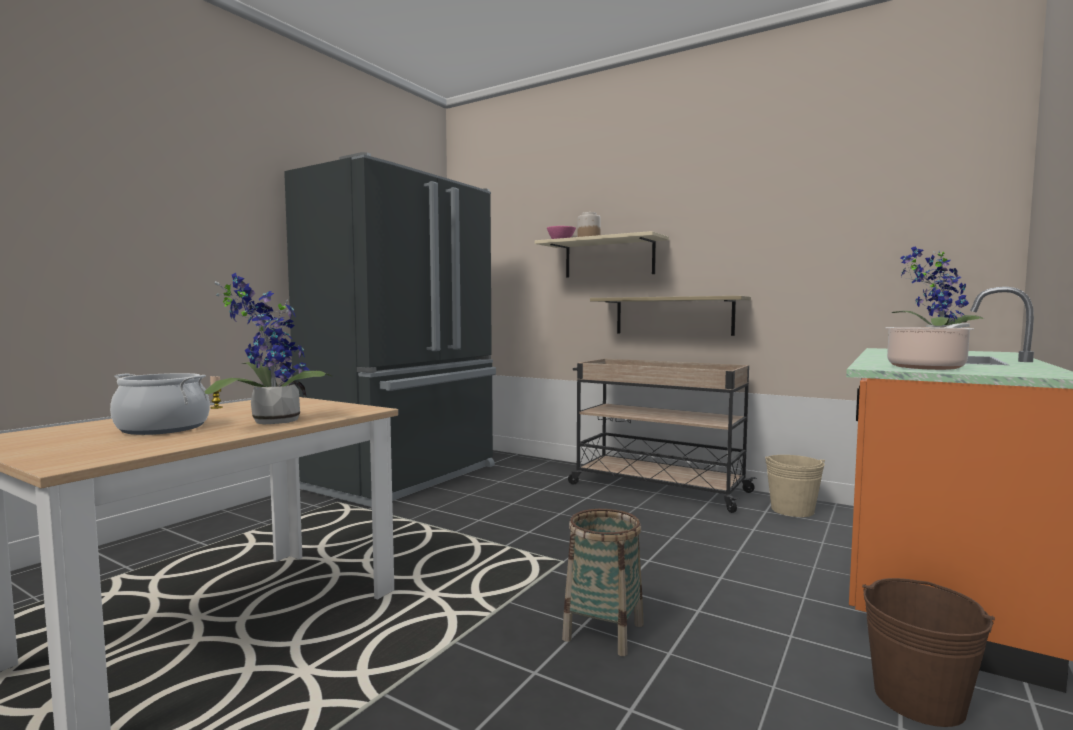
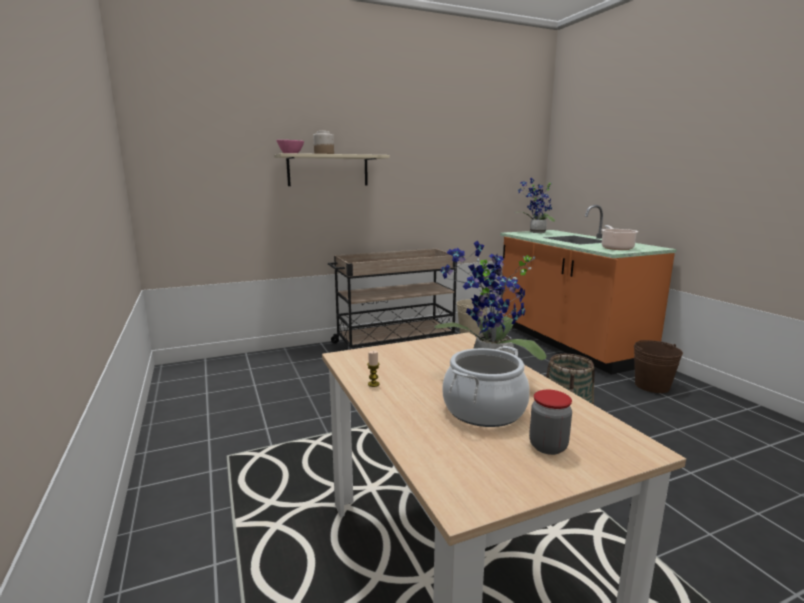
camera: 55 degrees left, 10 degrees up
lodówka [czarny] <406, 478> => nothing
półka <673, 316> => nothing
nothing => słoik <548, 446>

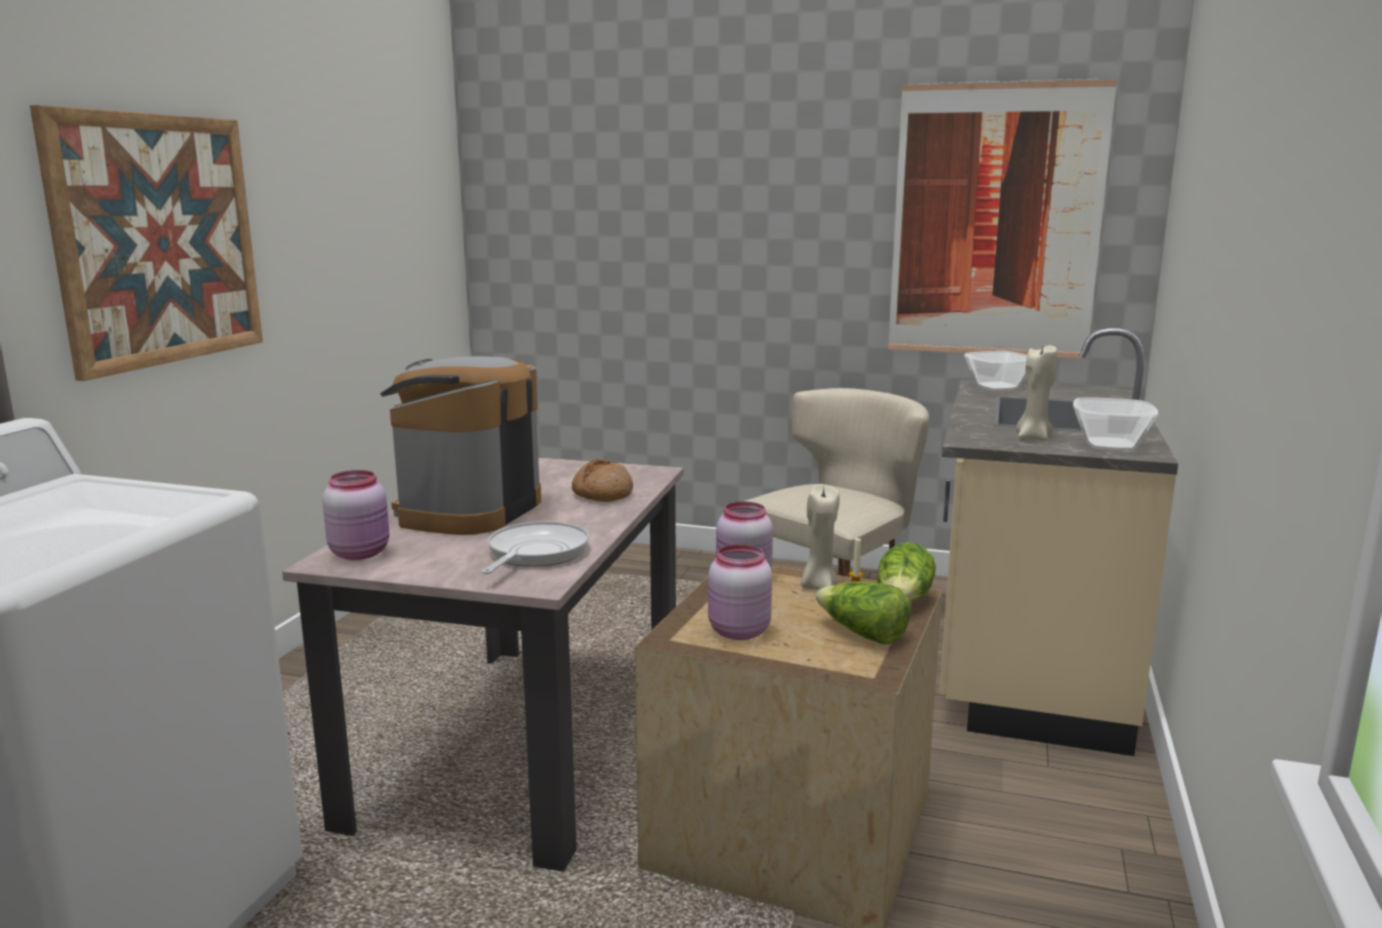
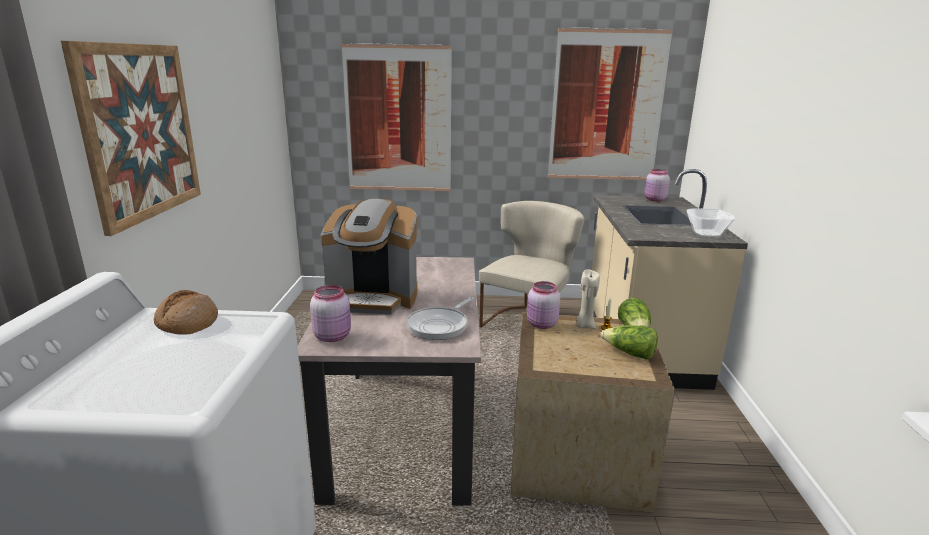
camera: 15 degrees left, 5 degrees up
świeca [beżowy] <1033, 437> => nothing
miska <996, 387> => nothing
ekspres do kawy <467, 510> => ekspres do kawy <373, 298>, 90 degrees counterclockwise
chleb <602, 494> => chleb <187, 323>, shifted
patelnia <534, 553> => patelnia <440, 326>, 150 degrees counterclockwise
słoik [różowy] <737, 631> => słoik [różowy] <654, 199>, shifted
nothing => obraz <398, 119>

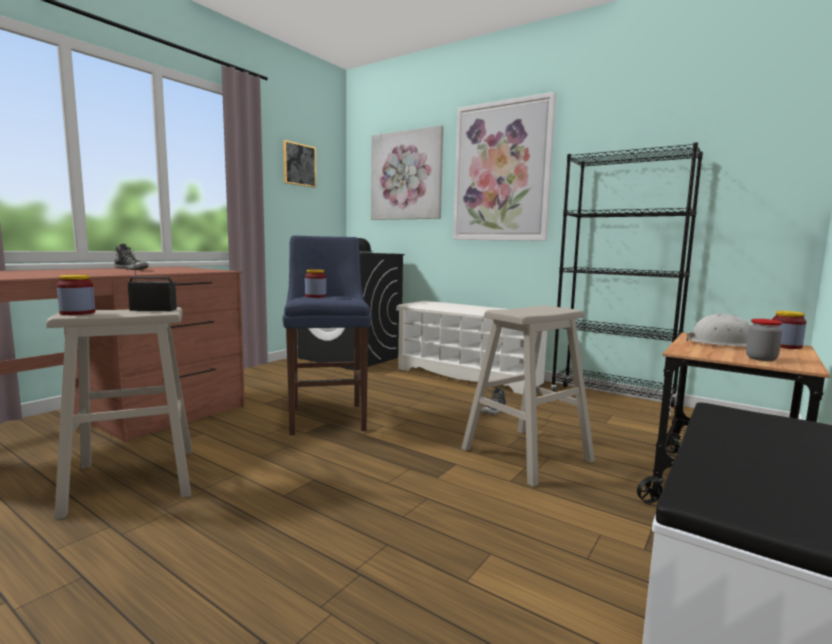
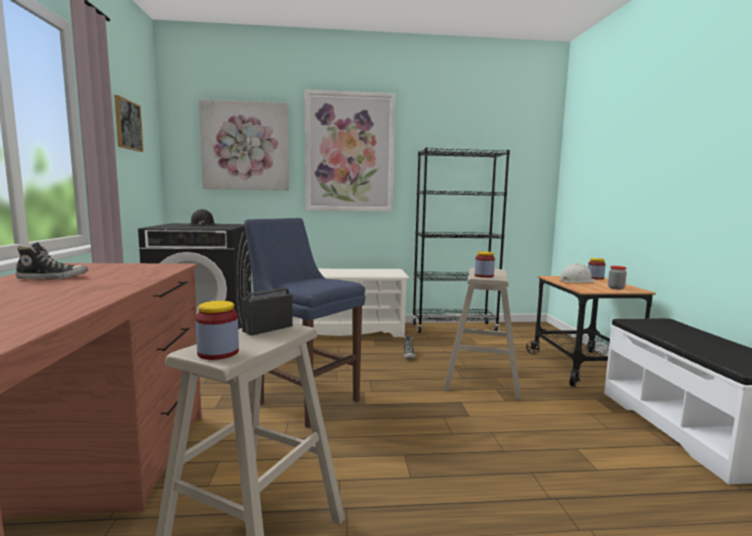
camera: 40 degrees left, 0 degrees up
słoik <315, 296> => słoik <484, 276>, shifted

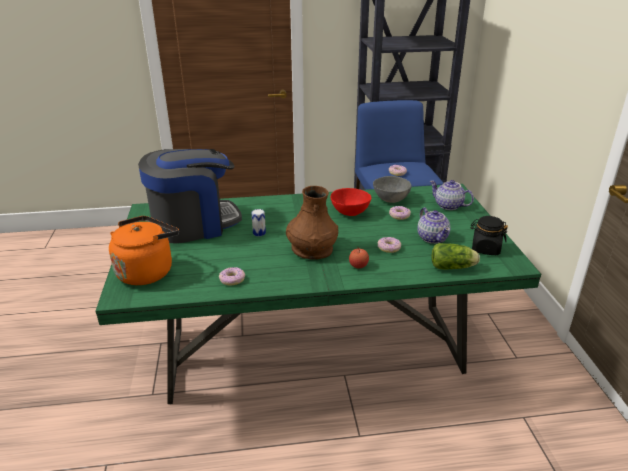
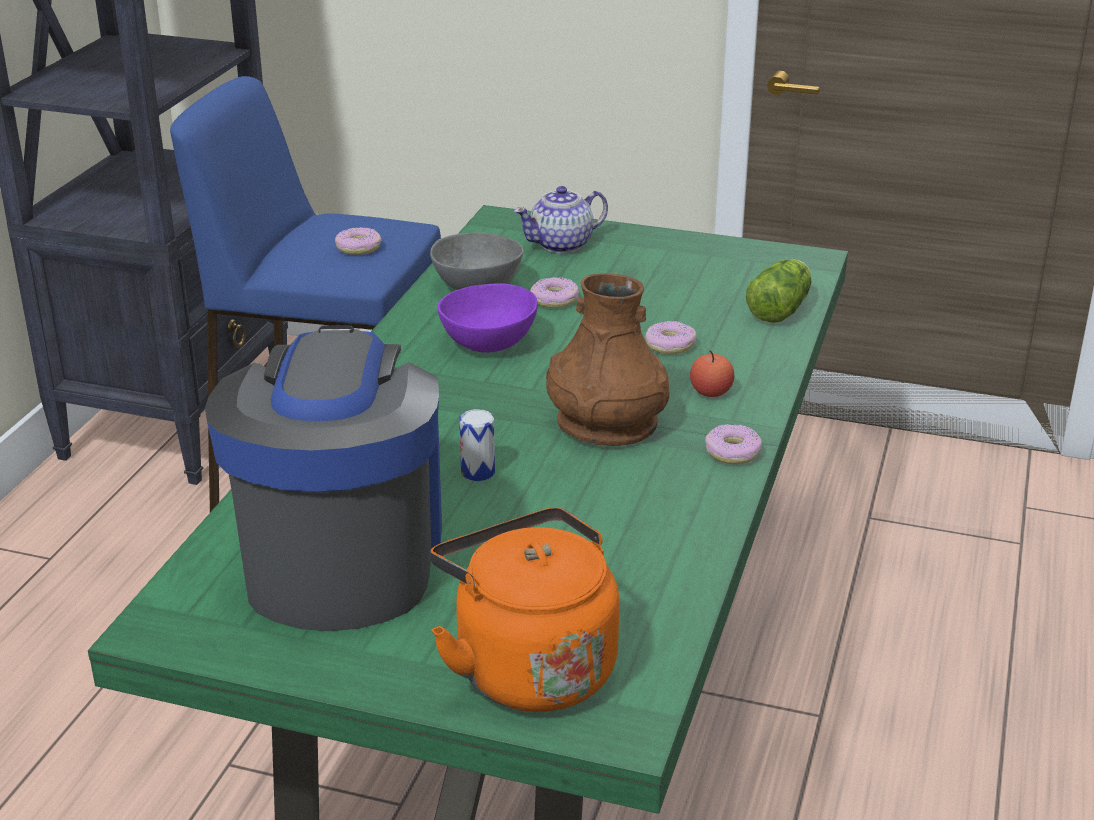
camera: 65 degrees left, 0 degrees up
miska [czerwony] <350, 213> => miska [fioletowy] <491, 345>
imbryk <432, 238> => nothing
słoik [czarny] <485, 249> => nothing
donut <232, 279> => donut <732, 452>, shifted

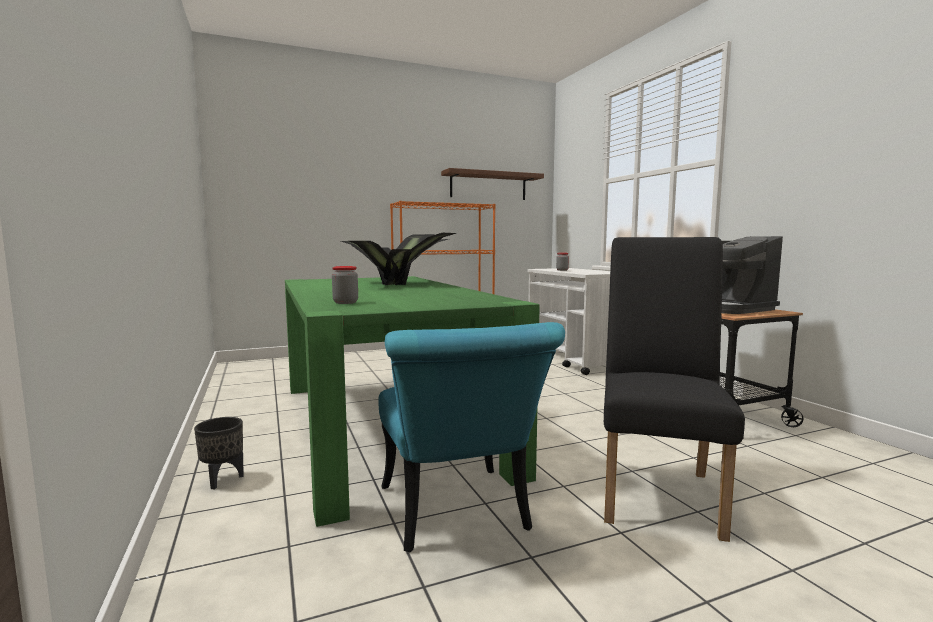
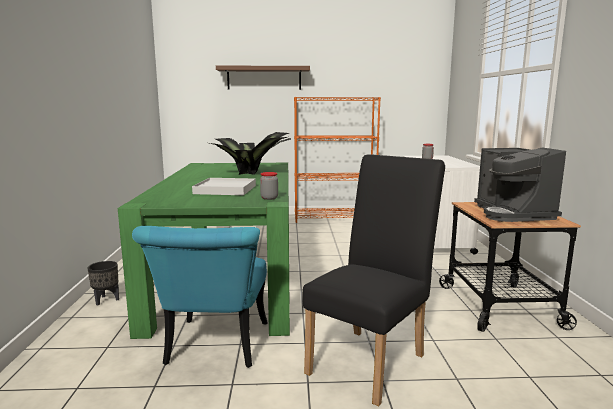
camera: 20 degrees right, 5 degrees up
półka [brązowy] <488, 186> => półka [brązowy] <264, 78>, shifted
słoik <345, 302> => słoik <269, 198>, shifted
nothing => taca [biały] <225, 189>

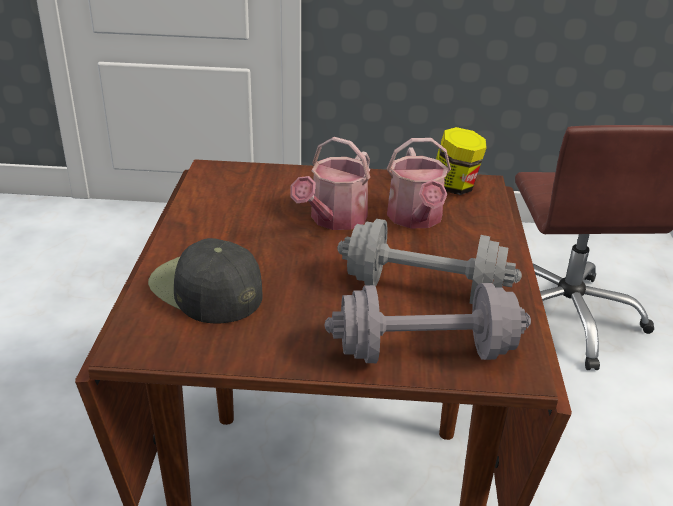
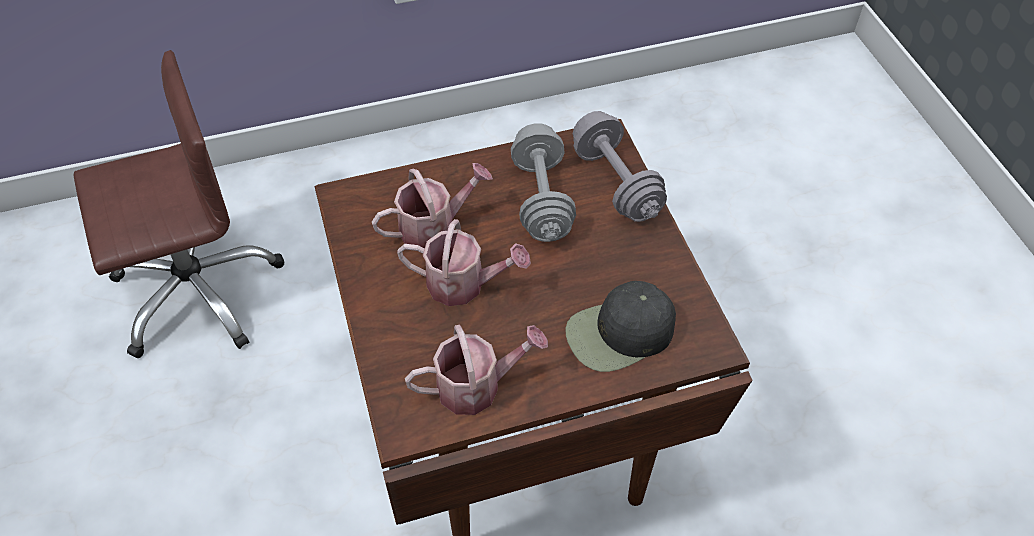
camera: 110 degrees left, 20 degrees up
słoik <455, 187> => nothing
czapka z daszkiem [czarny] <205, 289> => czapka z daszkiem [czarny] <619, 334>, 45 degrees clockwise
nothing => konewka <477, 386>

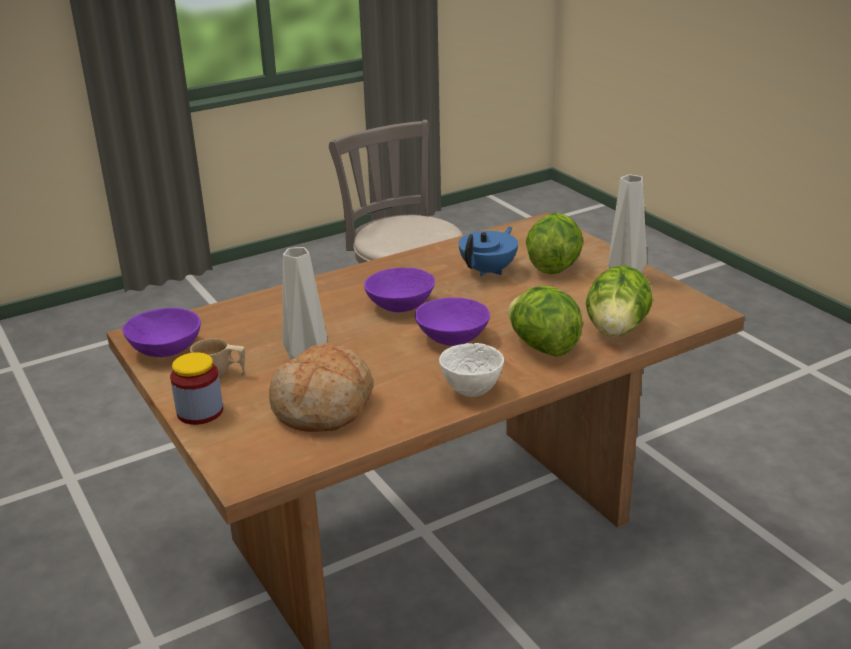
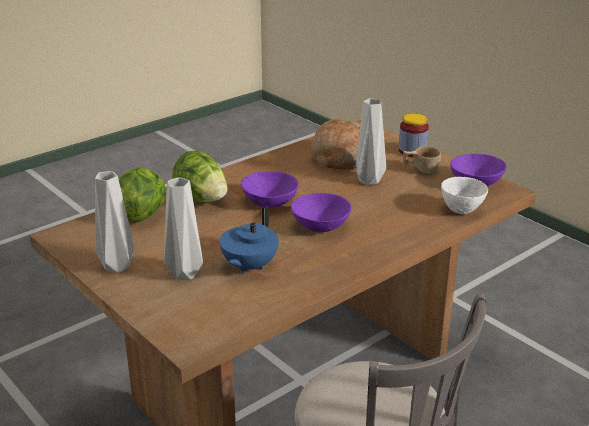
camera: 170 degrees right, 0 degrees up
sałata <553, 266> => wazon [szary] <184, 275>
miska [biały] <471, 391> => miska [biały] <461, 210>, shifted

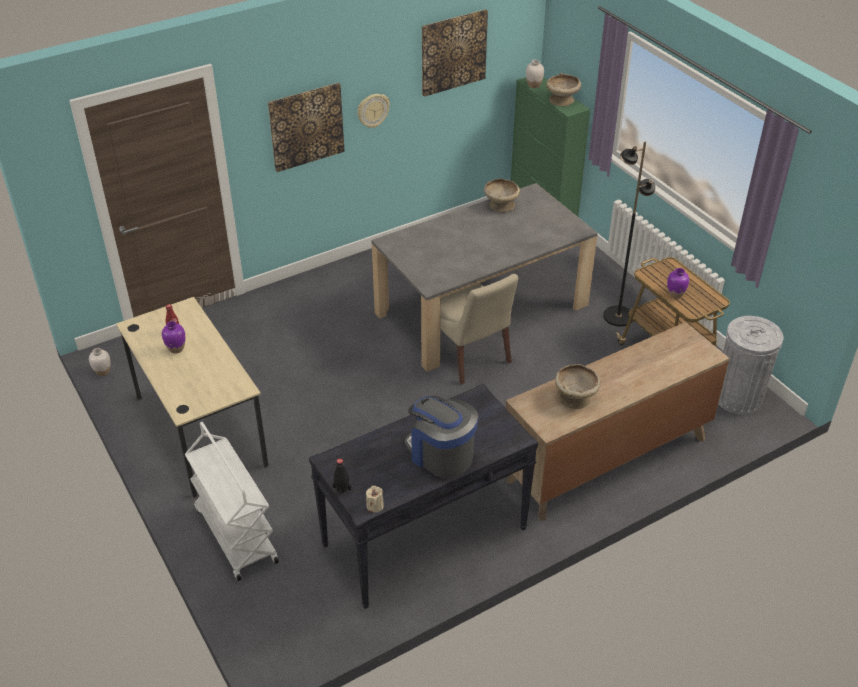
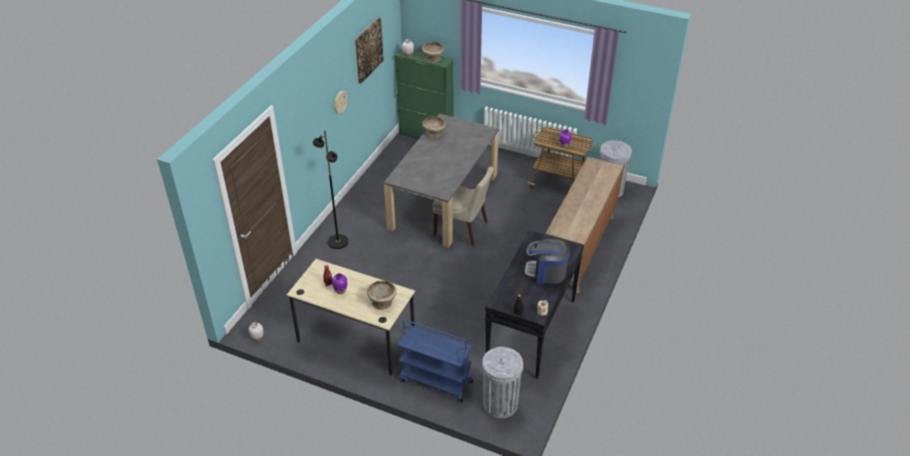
camera: 35 degrees left, 0 degrees up
obraz <306, 126> => nothing
lampa stojąca [czarny] <617, 316> => lampa stojąca [czarny] <337, 242>, shifted
miska [beżowy] <575, 397> => miska [beżowy] <382, 301>, shifted
wózek [biały] <235, 535> => wózek [niebieski] <435, 381>
nothing => kosz na śmieci [szary] <500, 404>

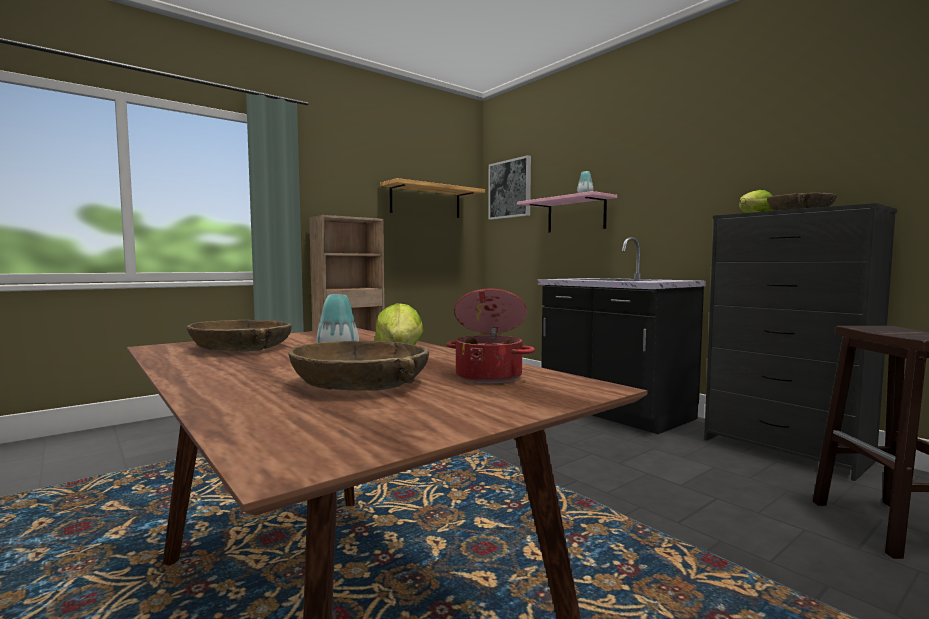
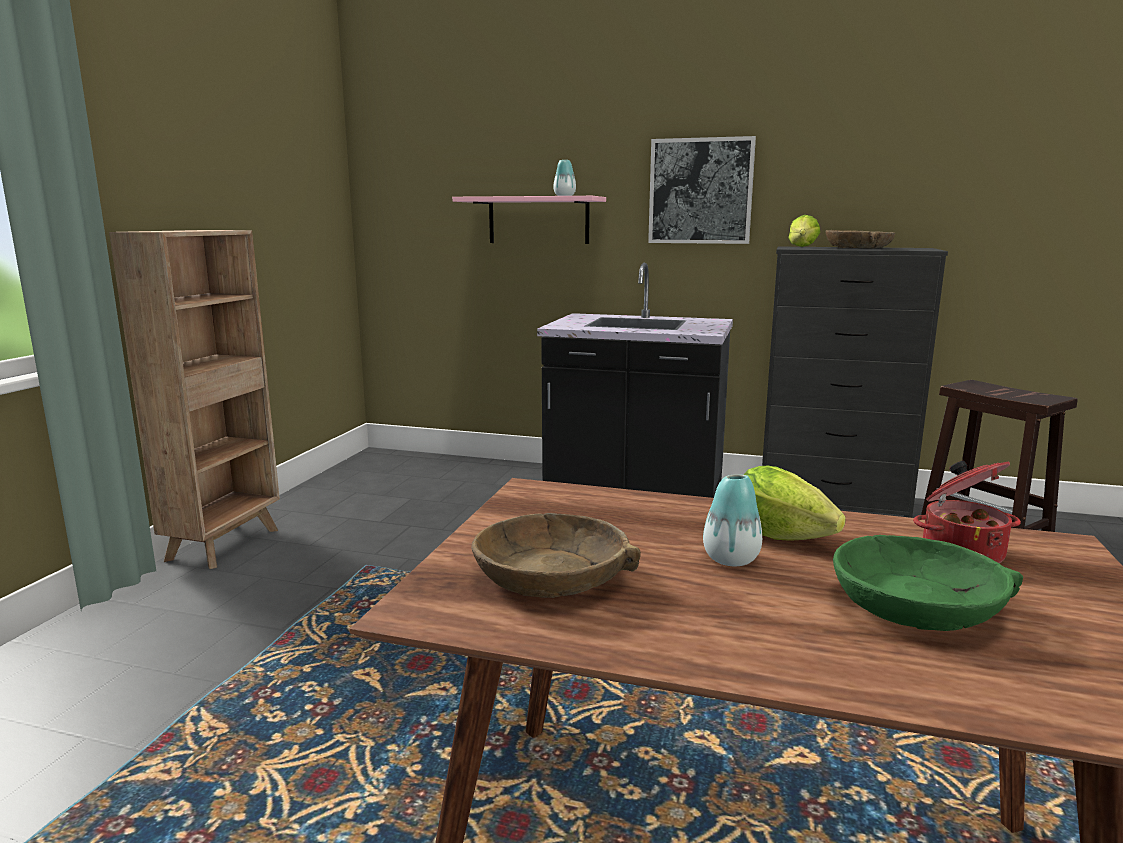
camera: 35 degrees left, 10 degrees up
obraz <510, 189> => obraz <700, 191>, shifted
półka <425, 201> => nothing
miska [brązowy] <362, 383> => miska [zielony] <916, 604>

